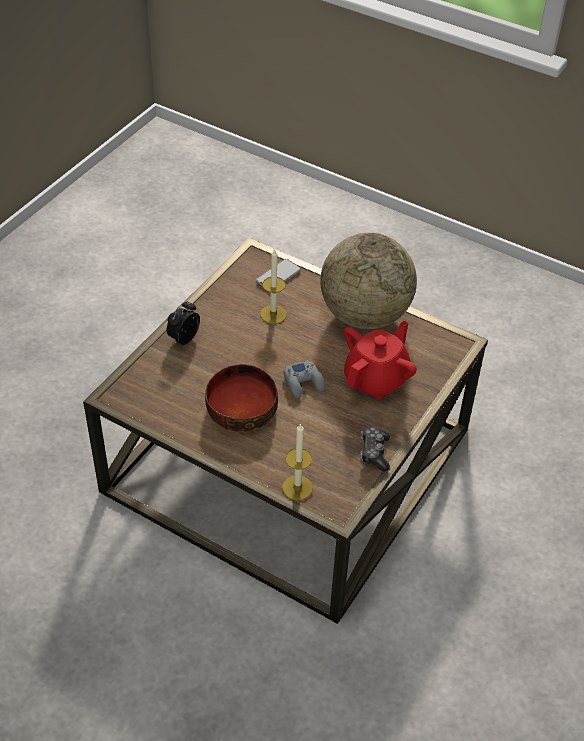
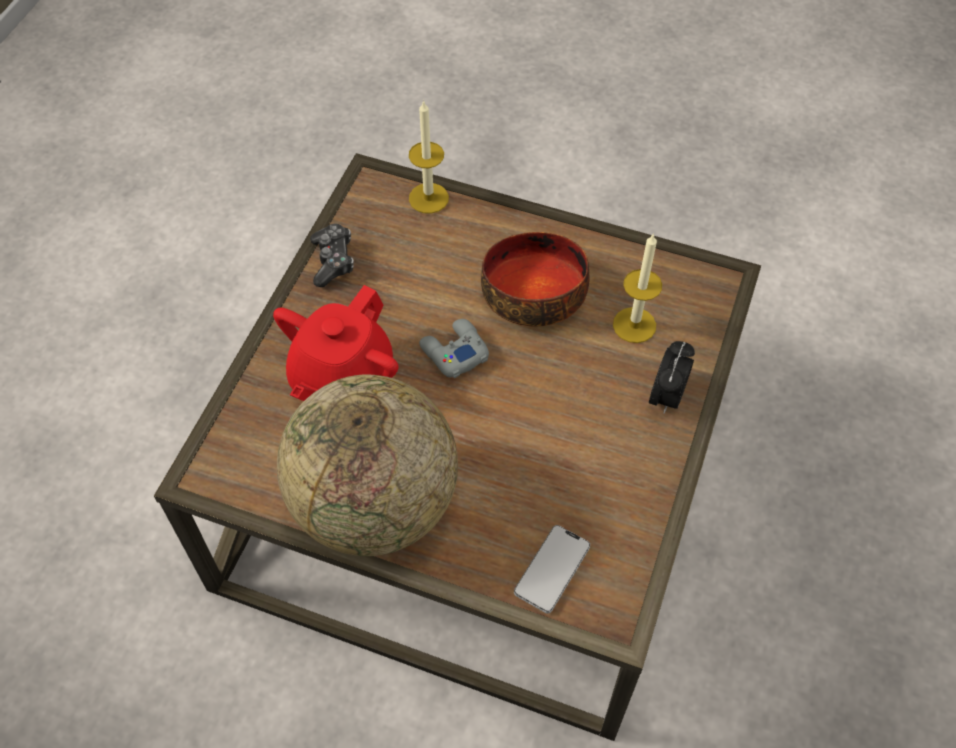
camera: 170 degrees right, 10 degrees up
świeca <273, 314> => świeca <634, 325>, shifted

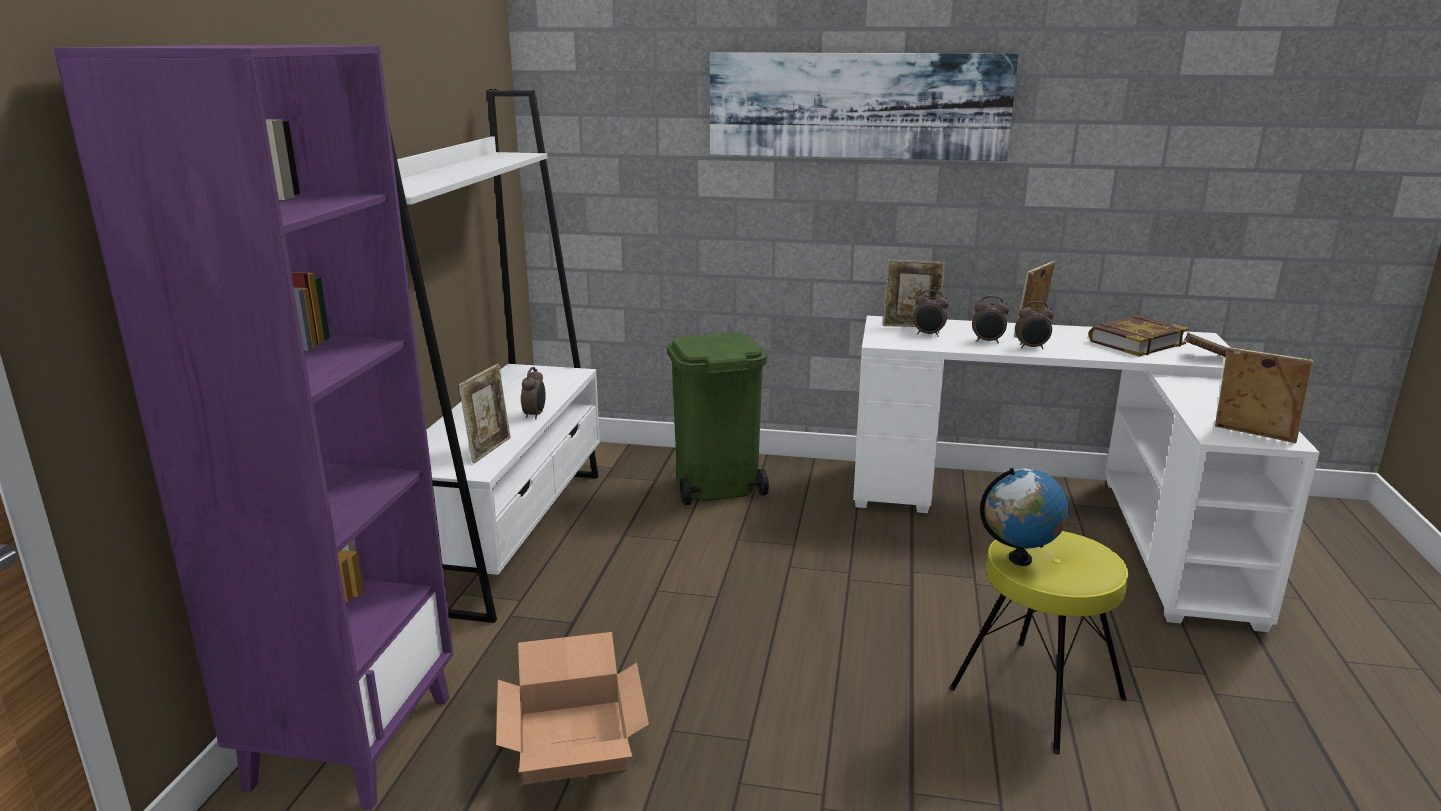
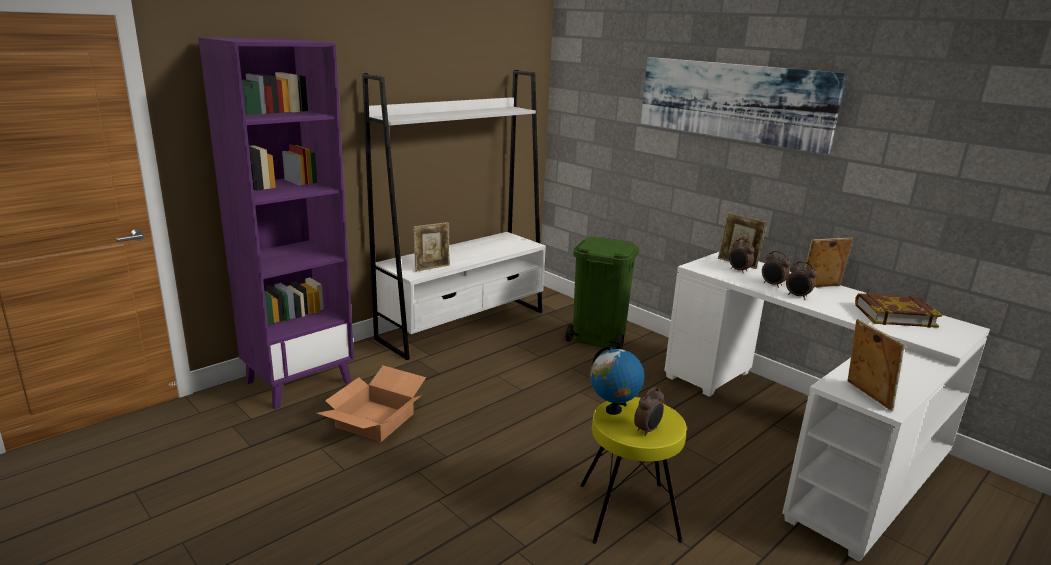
camera: 35 degrees right, 0 degrees up
książka [brązowy] <1206, 358> => nothing
budzik <535, 415> => budzik <647, 430>, shifted

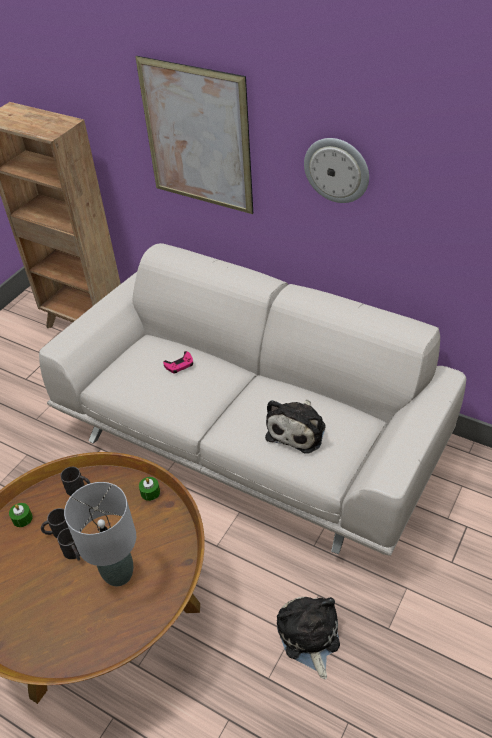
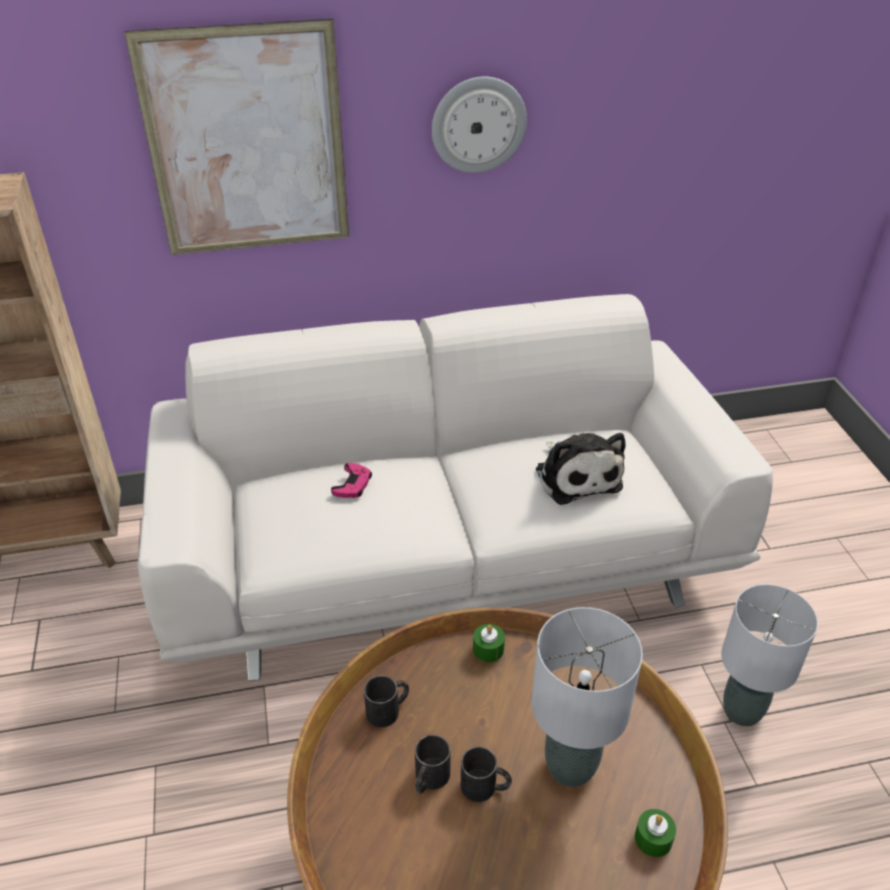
camera: 45 degrees left, 5 degrees down
świeca [zielony] <22, 518> => świeca [zielony] <653, 839>, shifted
pluszak <309, 637> => lampa stołowa [szary] <742, 712>

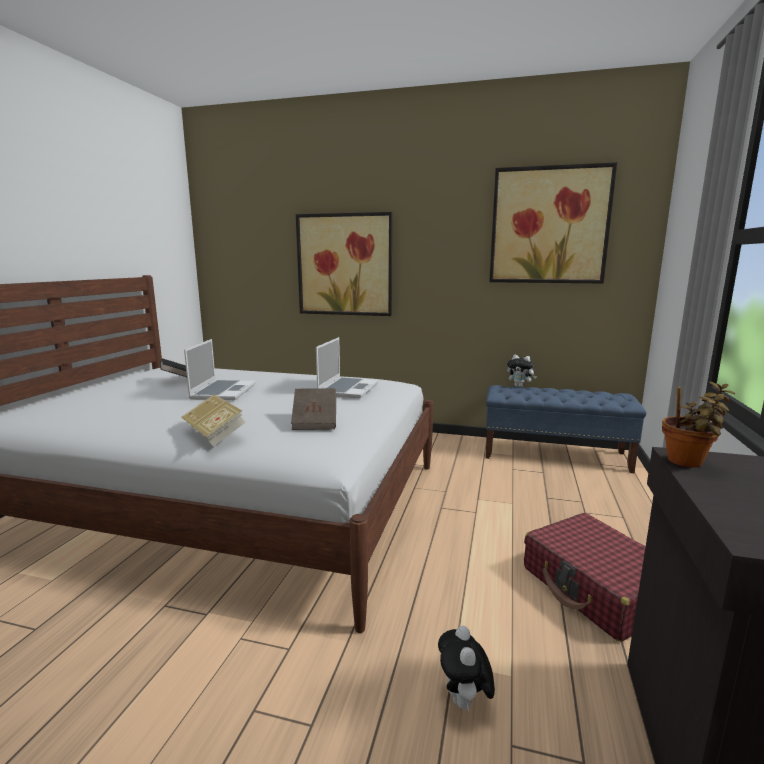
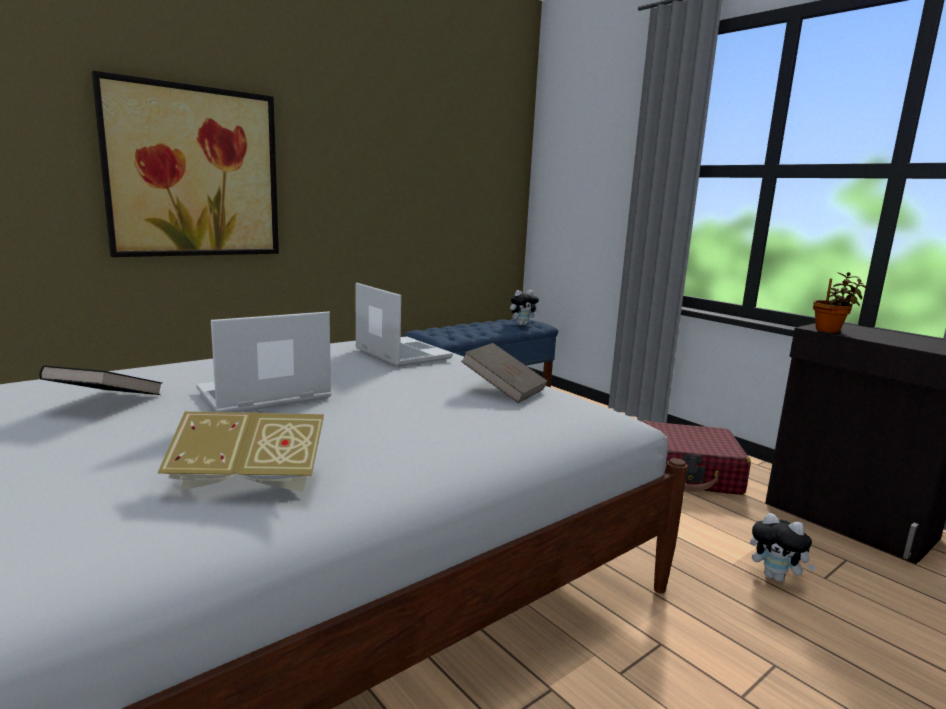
camera: 55 degrees left, 0 degrees up
obraz <549, 226> => nothing
laptop <223, 391> => laptop <263, 396>, 75 degrees counterclockwise
pluszak <520, 386> => pluszak <522, 324>, shifted
książka <215, 434> => książka <249, 480>, shifted

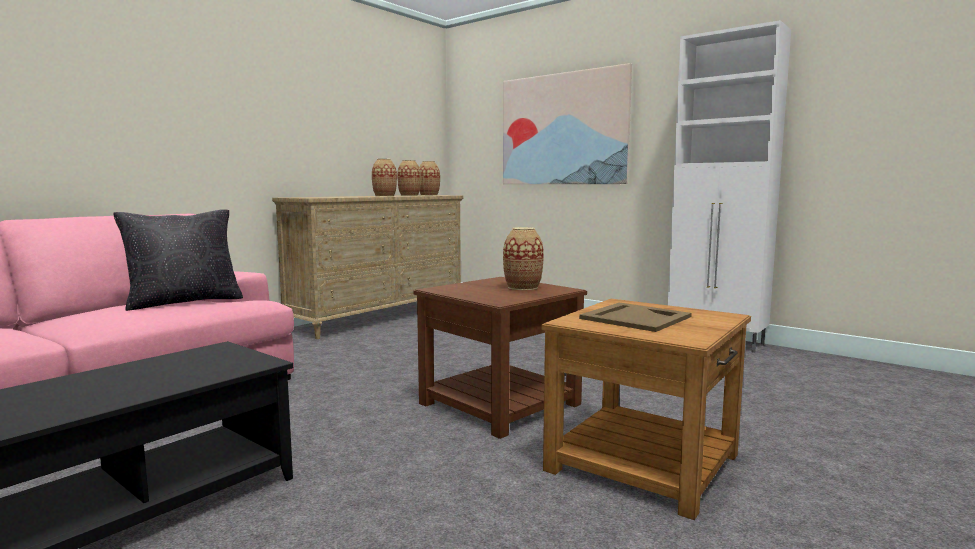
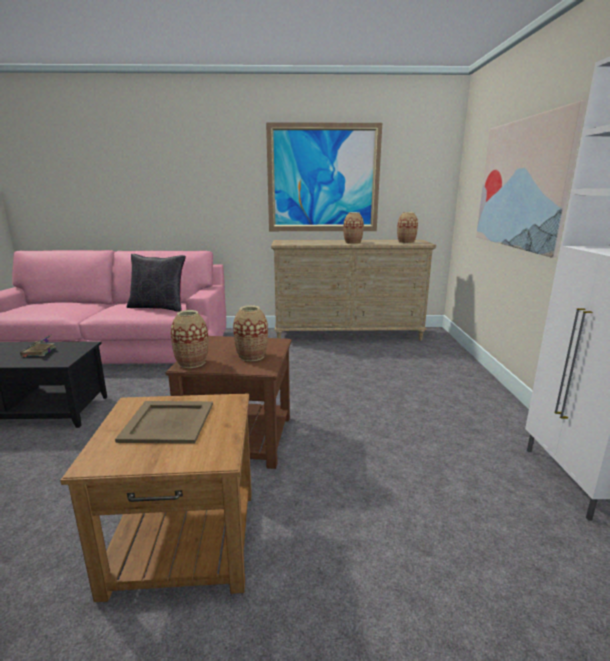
camera: 50 degrees right, 10 degrees up
wazon <409, 195> => wazon <192, 363>, shifted
nothing => obraz <323, 179>
nothing => książka <38, 352>

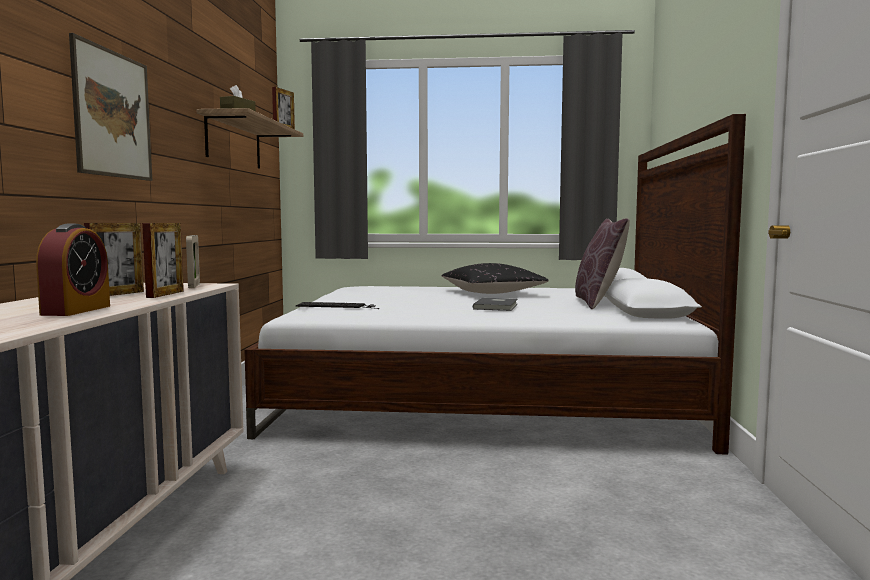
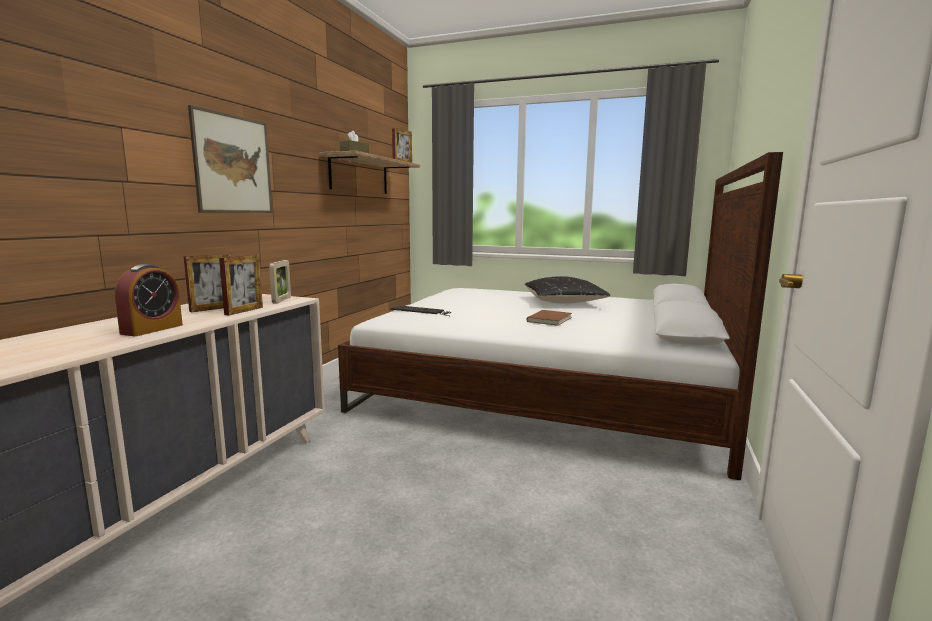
camera: 15 degrees right, 5 degrees up
poduszka [brązowy] <599, 303> => nothing
książka [szary] <497, 306> => książka [brązowy] <551, 319>

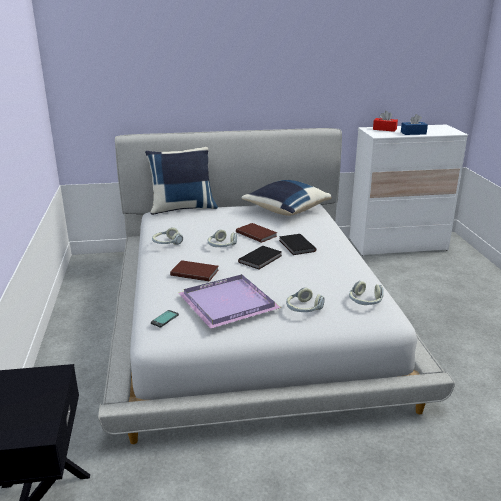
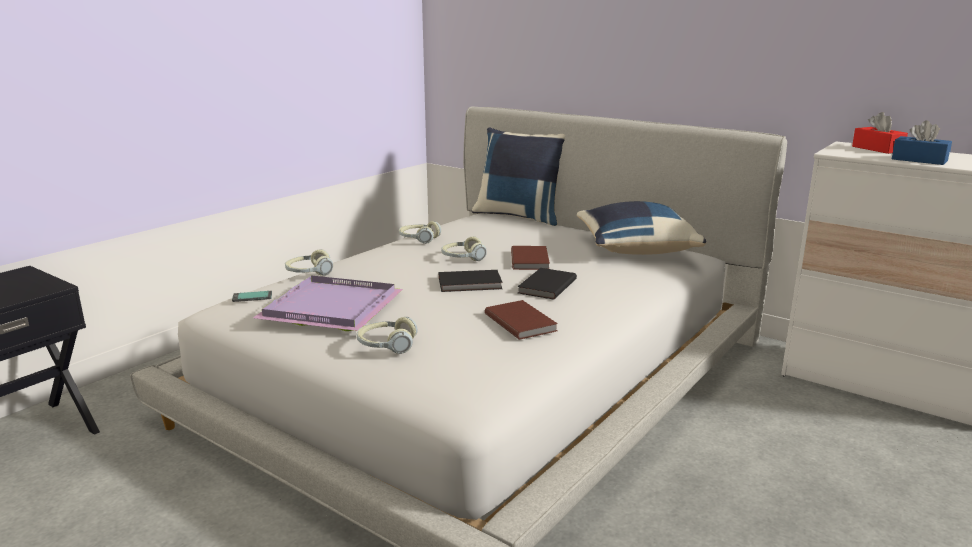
camera: 45 degrees right, 5 degrees down
książka [brązowy] <194, 272> => książka [brązowy] <521, 322>, shifted
słuchawki <365, 301> => słuchawki <309, 273>, shifted

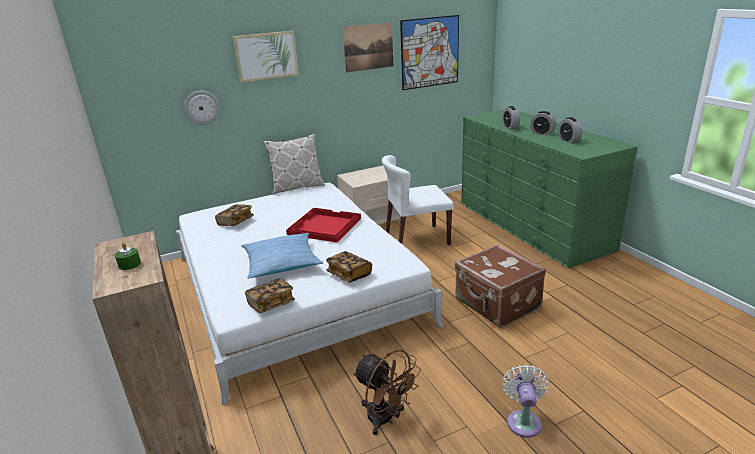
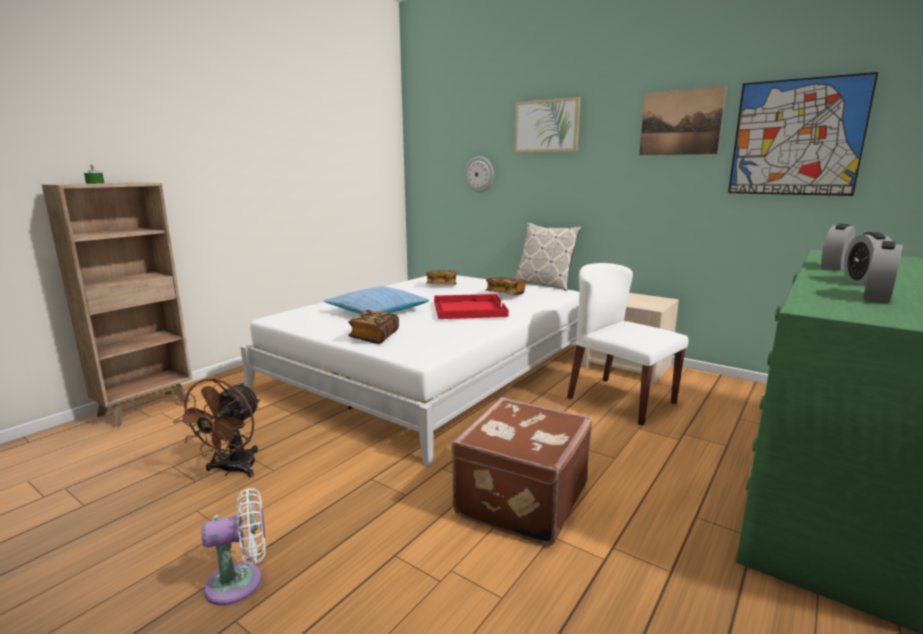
camera: 60 degrees right, 10 degrees down
książka <271, 304> => książka <505, 294>, shifted

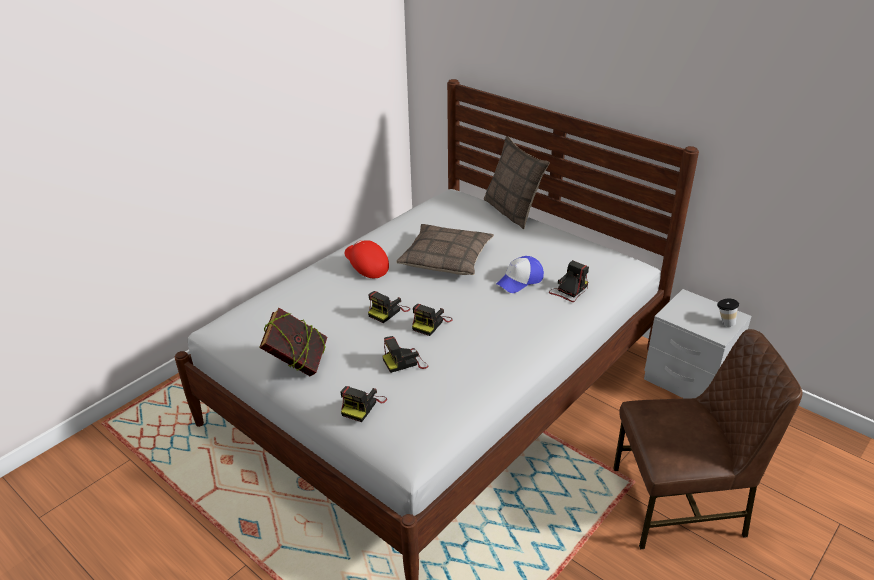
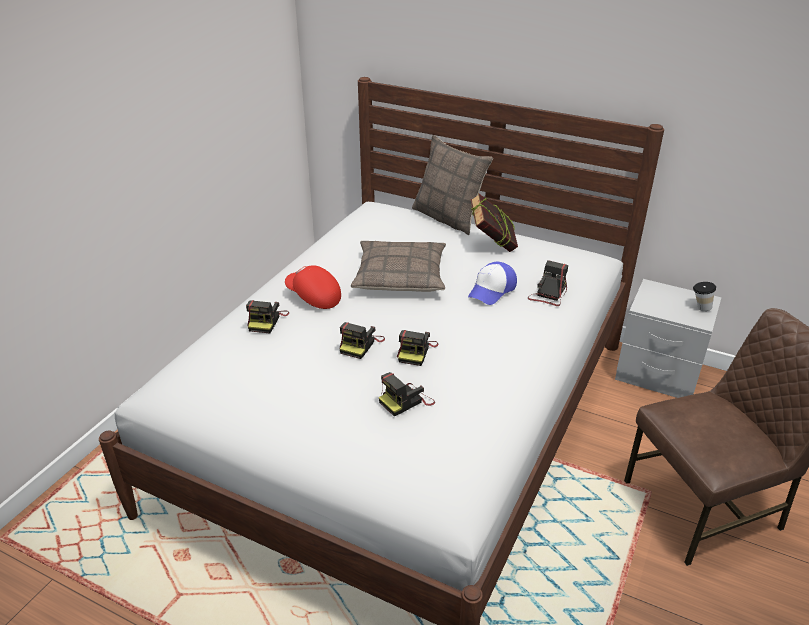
camera: 15 degrees left, 0 degrees up
książka <298, 365> => książka <492, 246>, shifted
aparat fotograficzny <363, 406> => aparat fotograficzny <267, 321>, shifted

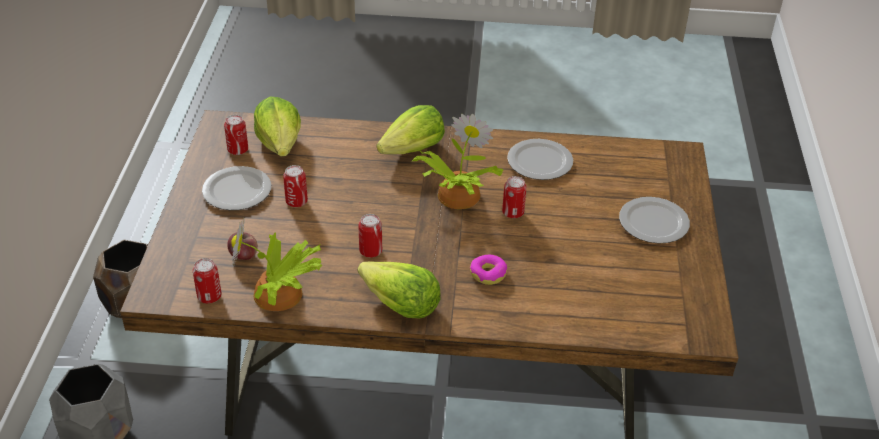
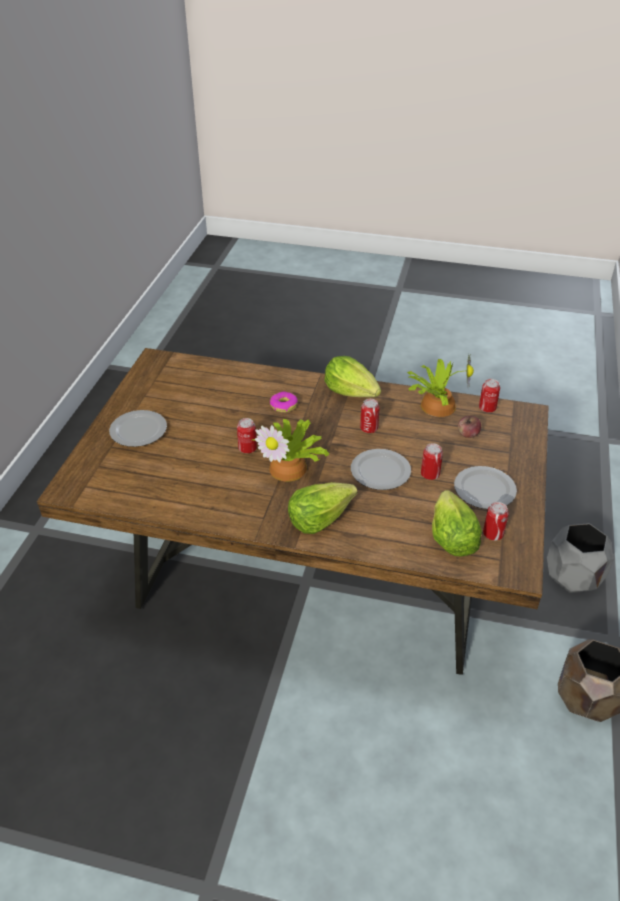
camera: 170 degrees left, 0 degrees up
talerz <538, 162> => talerz <381, 471>, shifted

